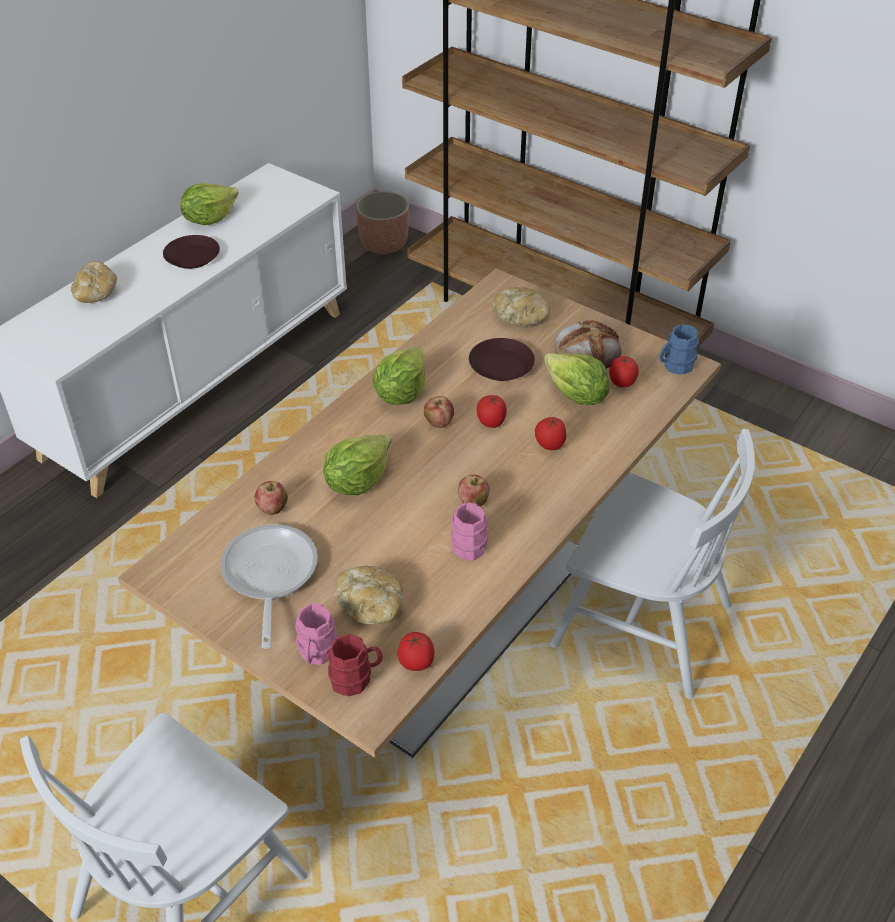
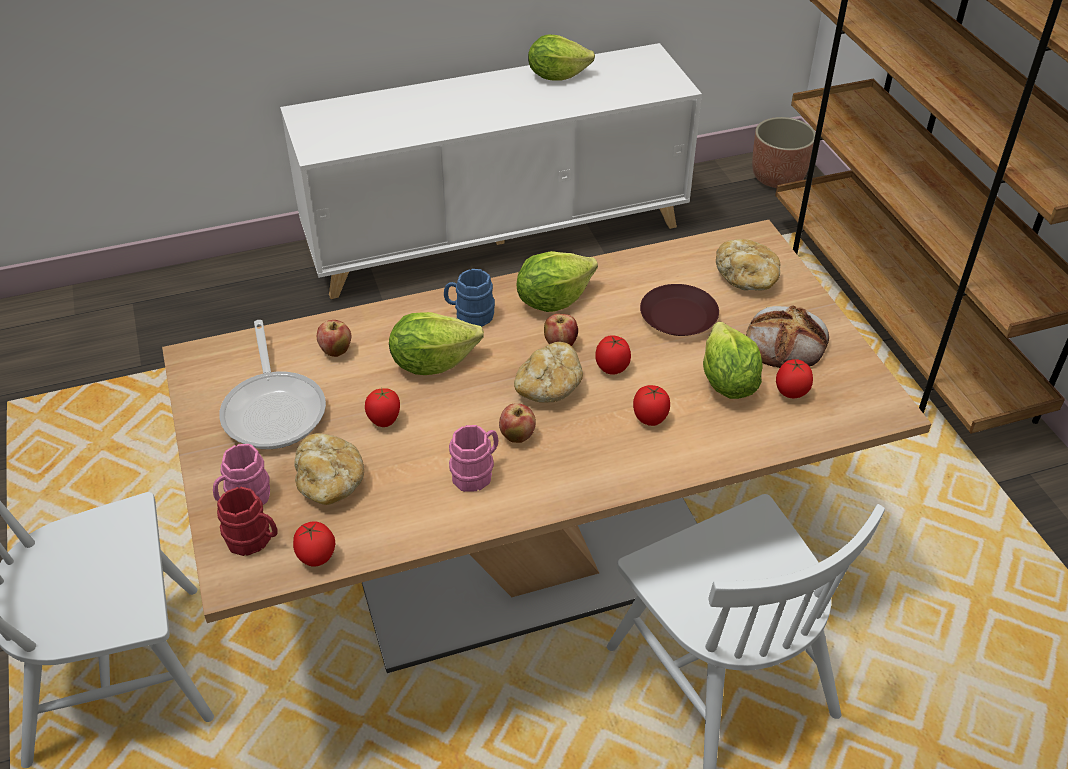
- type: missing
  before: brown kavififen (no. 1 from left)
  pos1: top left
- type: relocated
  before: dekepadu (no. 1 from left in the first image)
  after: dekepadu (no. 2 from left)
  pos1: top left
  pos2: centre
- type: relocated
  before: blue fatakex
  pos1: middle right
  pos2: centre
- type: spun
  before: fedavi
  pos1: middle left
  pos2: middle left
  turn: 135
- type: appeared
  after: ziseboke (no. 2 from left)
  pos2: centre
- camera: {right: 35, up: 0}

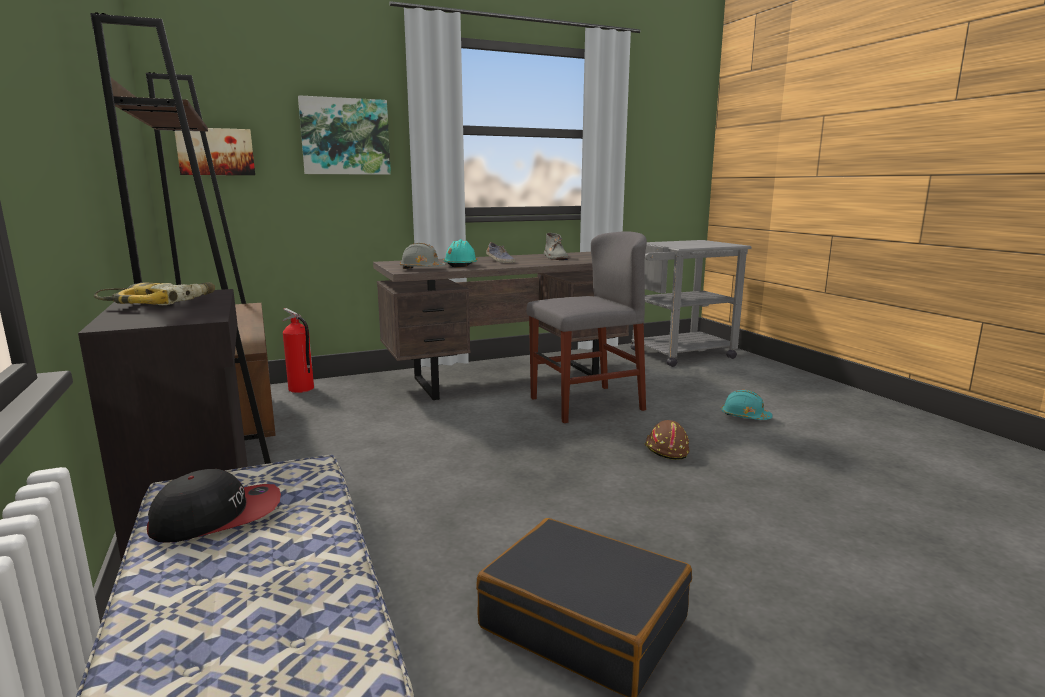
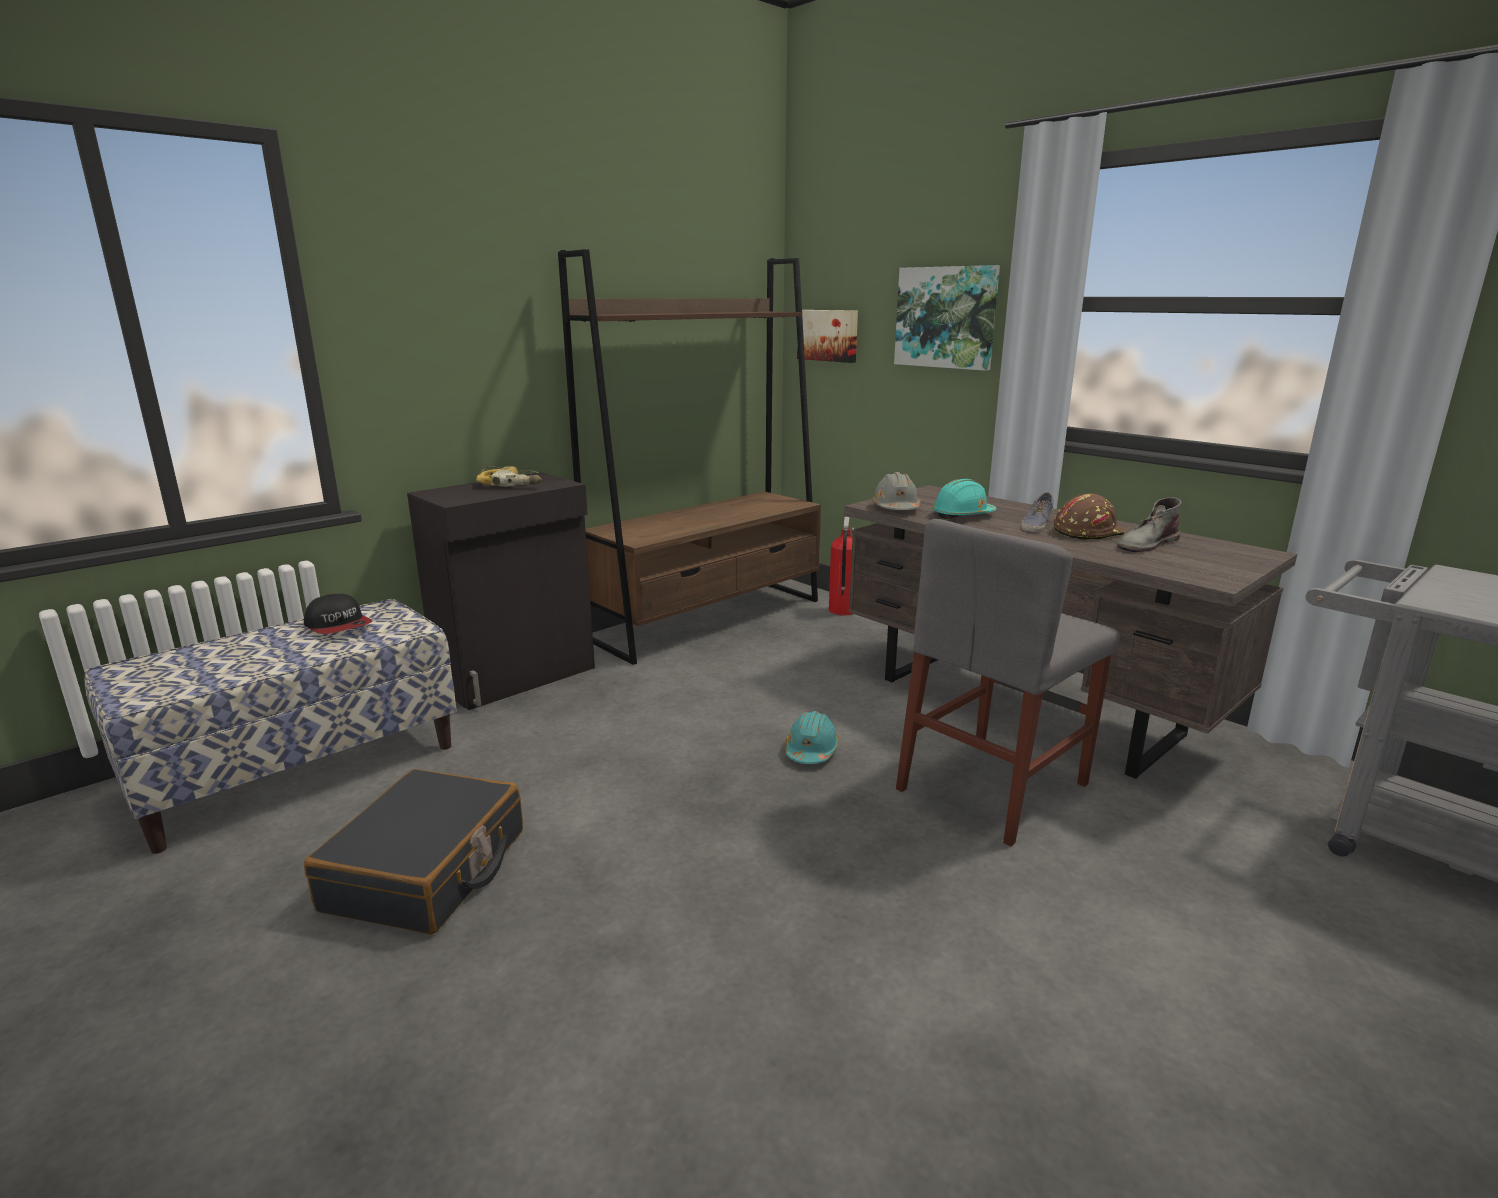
- type: spun
  before: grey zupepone
  pos1: centre
  pos2: middle right
  turn: 90
- type: relocated
  before: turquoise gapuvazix (no. 2 from left in the first image)
  after: turquoise gapuvazix (no. 1 from left)
  pos1: middle right
  pos2: centre
- type: relocated
  before: brown gapuvazix
  pos1: centre
  pos2: middle right
- camera: {right: 70, up: 5}

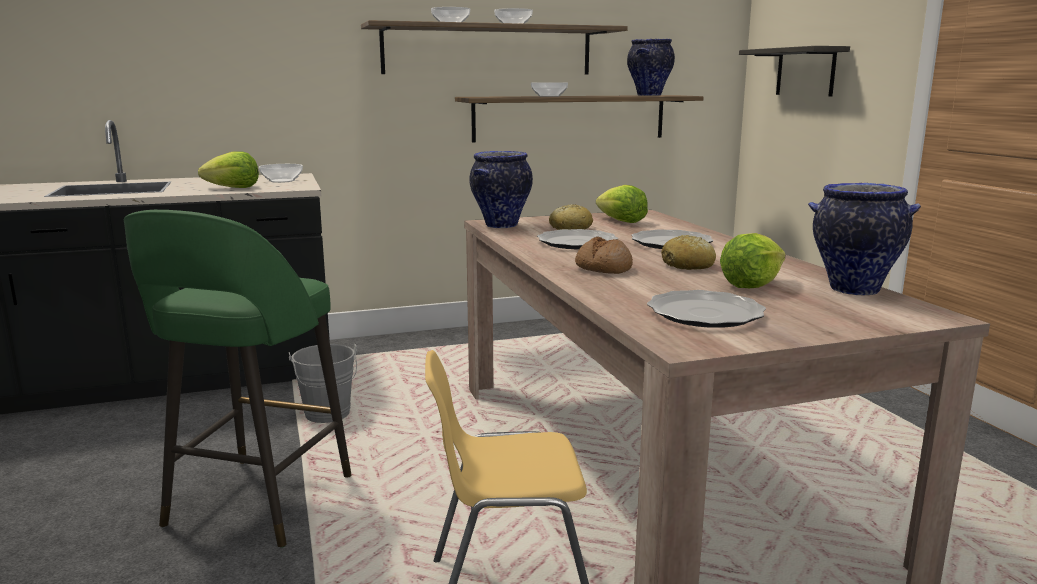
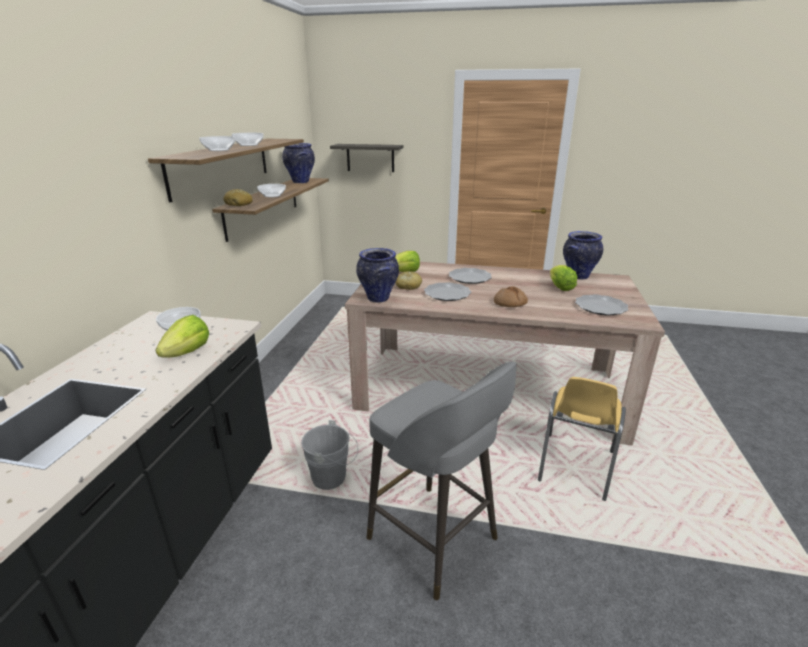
- type: colour
  before: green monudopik
  after: grey monudopik
  pos1: middle left
  pos2: bottom centre
- type: relocated
  before: dekepadu (no. 3 from left in the first image)
  after: dekepadu (no. 1 from left)
  pos1: centre
  pos2: top left
- camera: {right: -60, up: 10}

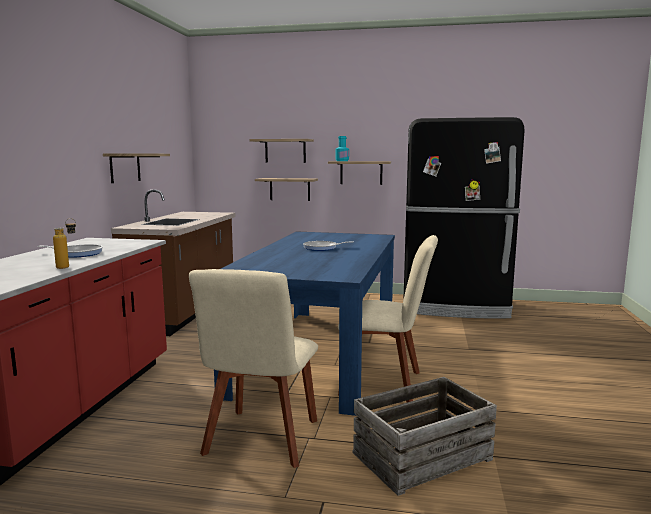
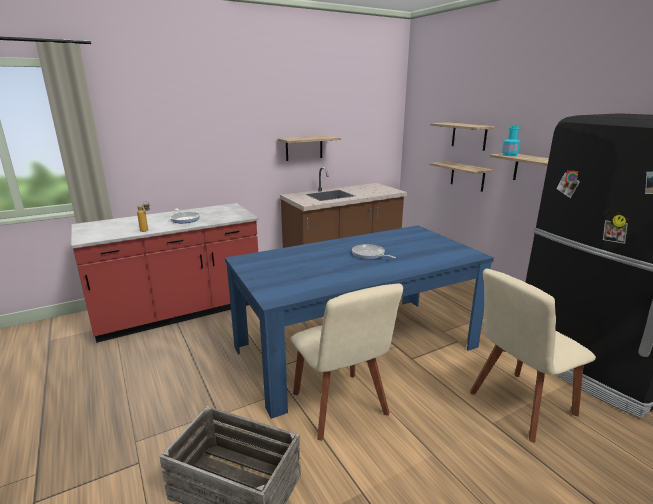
- type: relocated
  before: beige zupepone (no. 1 from left in the first image)
  after: beige zupepone (no. 2 from left)
  pos1: bottom centre
  pos2: bottom right
- camera: {right: 50, up: 10}

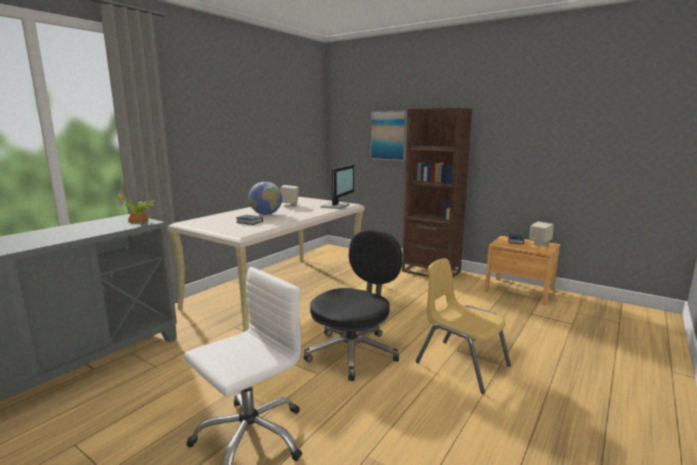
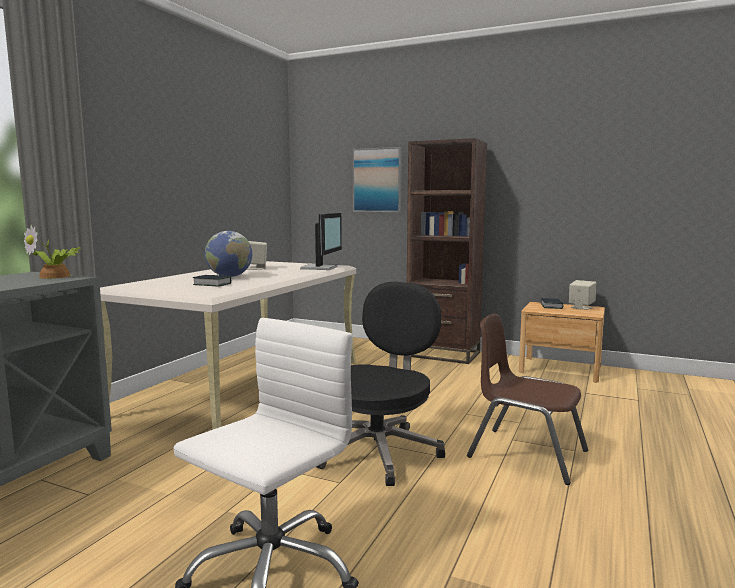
- type: colour
  before: yellow zupepone
  after: brown zupepone
  pos1: bottom centre
  pos2: bottom right
- camera: {right: -10, up: -5}

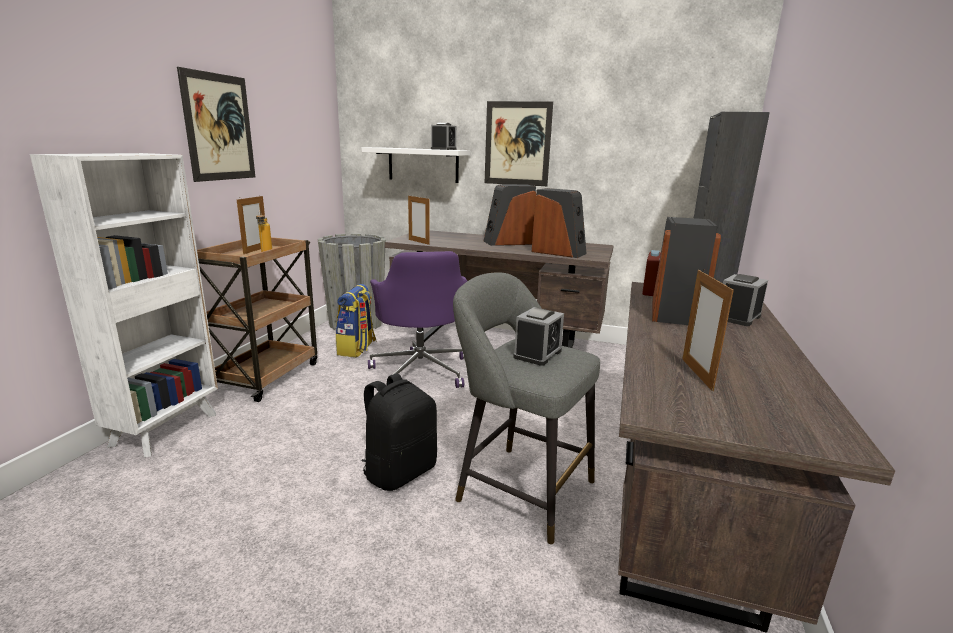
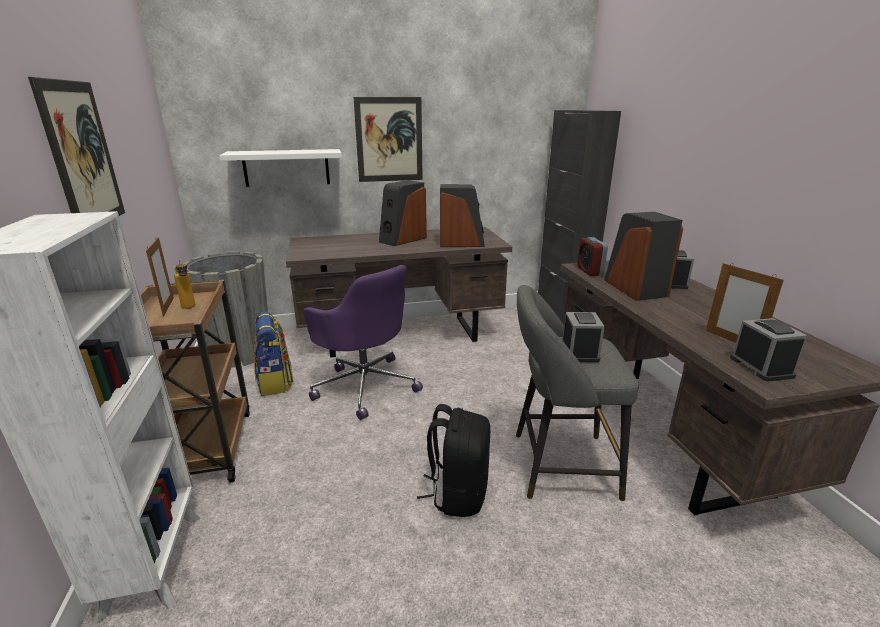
- type: relocated
  before: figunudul (no. 1 from left in the first image)
  after: figunudul (no. 4 from left)
  pos1: top centre
  pos2: middle right
- type: missing
  before: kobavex (no. 2 from left)
  pos1: centre
- camera: {right: -30, up: 5}

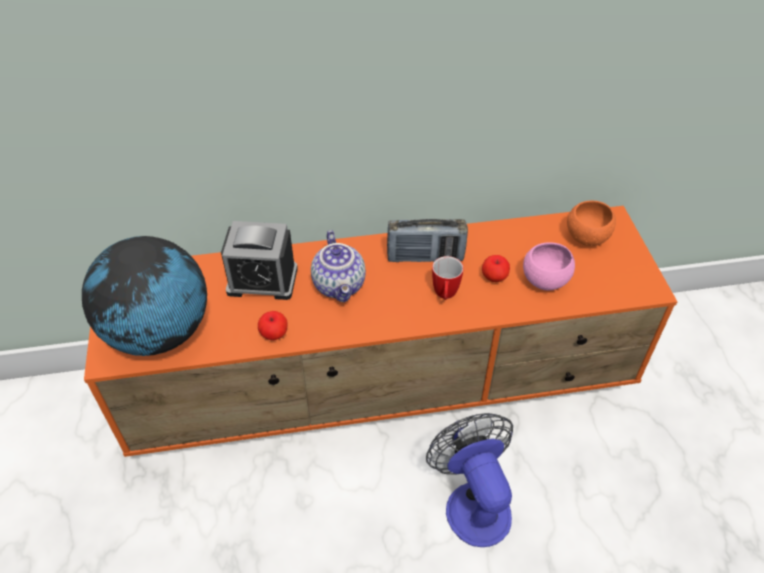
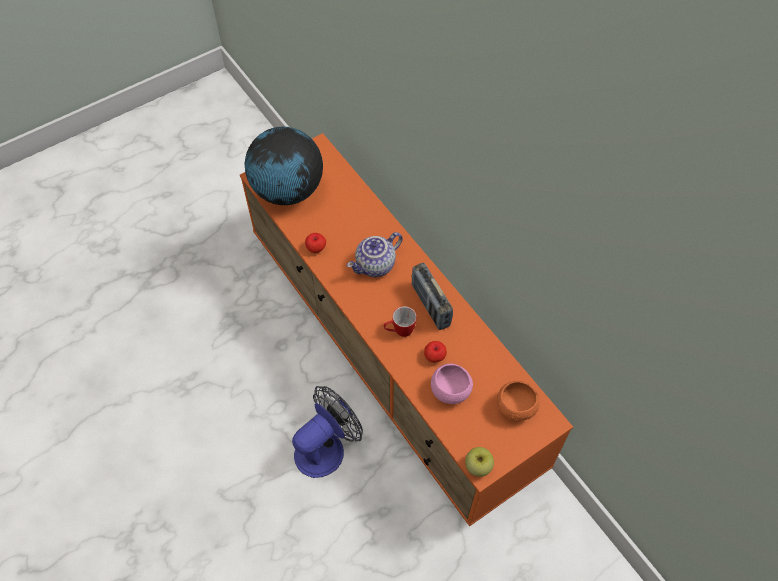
- type: missing
  before: figunudul
  pos1: centre
- type: appeared
  after: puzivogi (no. 3 from left)
  pos2: bottom centre
- camera: {right: 65, up: 10}

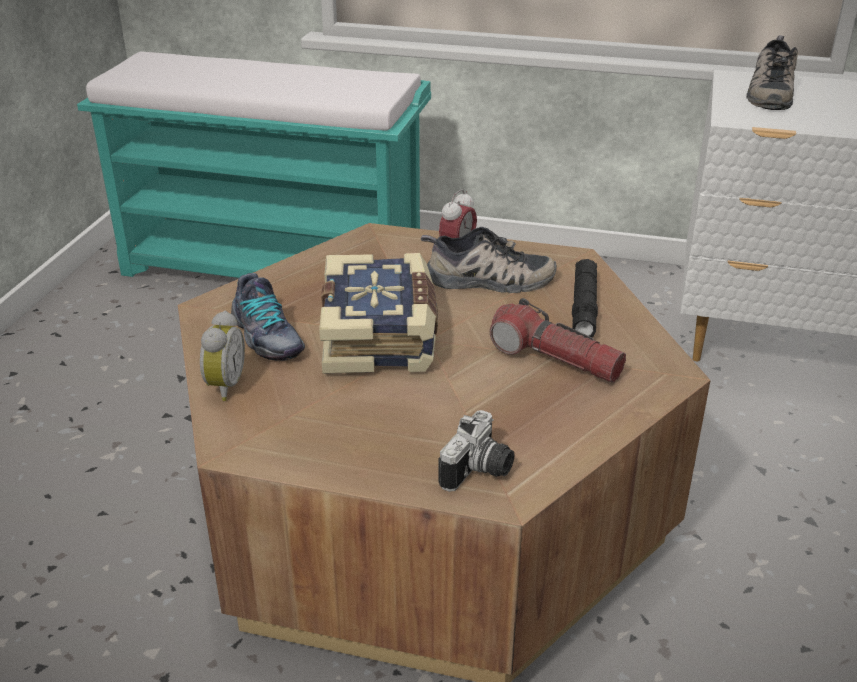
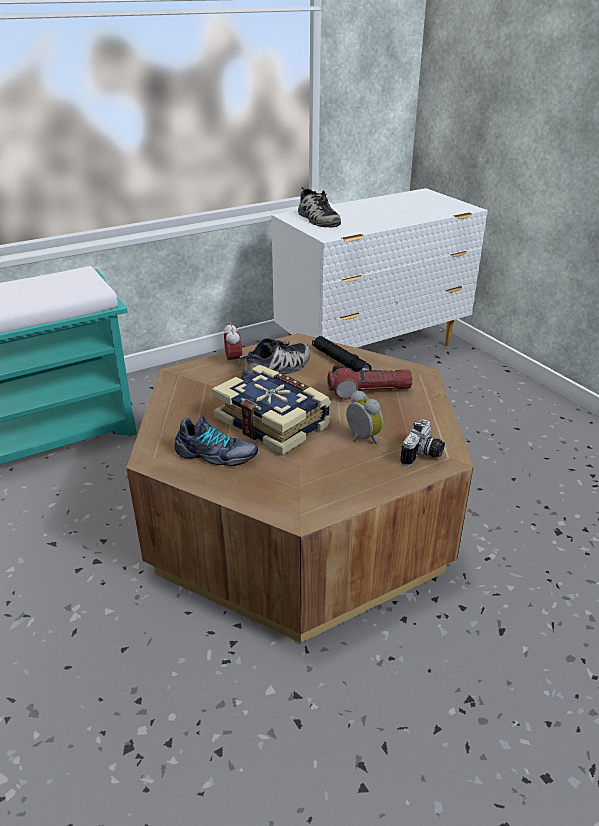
- type: relocated
  before: figunudul (no. 1 from left in the first image)
  after: figunudul (no. 2 from left)
  pos1: middle left
  pos2: centre
- type: spun
  before: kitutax
  pos1: centre
  pos2: middle right
  turn: 45
- camera: {right: -45, up: 0}

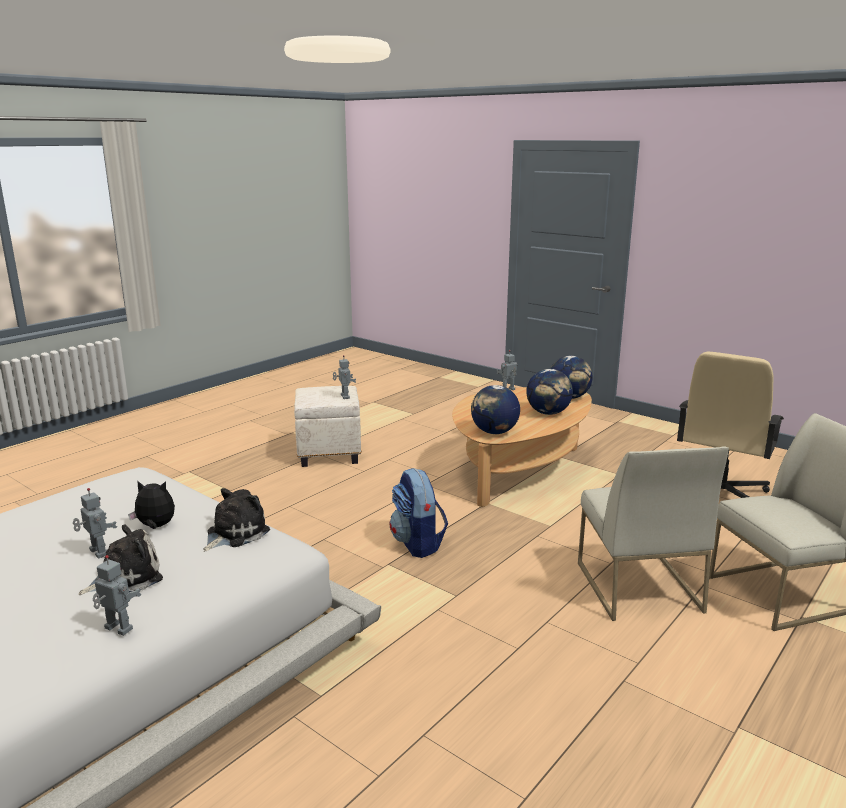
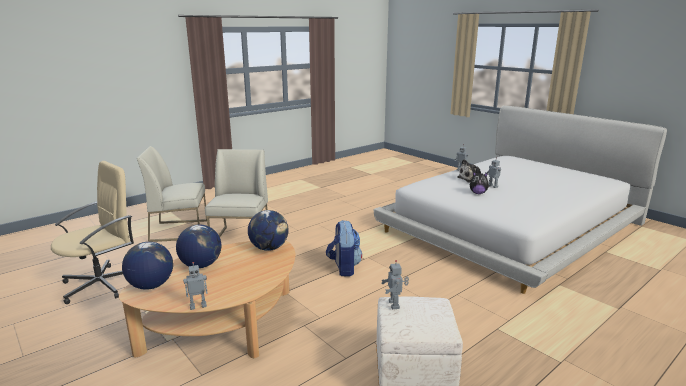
- type: missing
  before: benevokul (no. 3 from left)
  pos1: middle left
- camera: {right: -170, up: 0}

